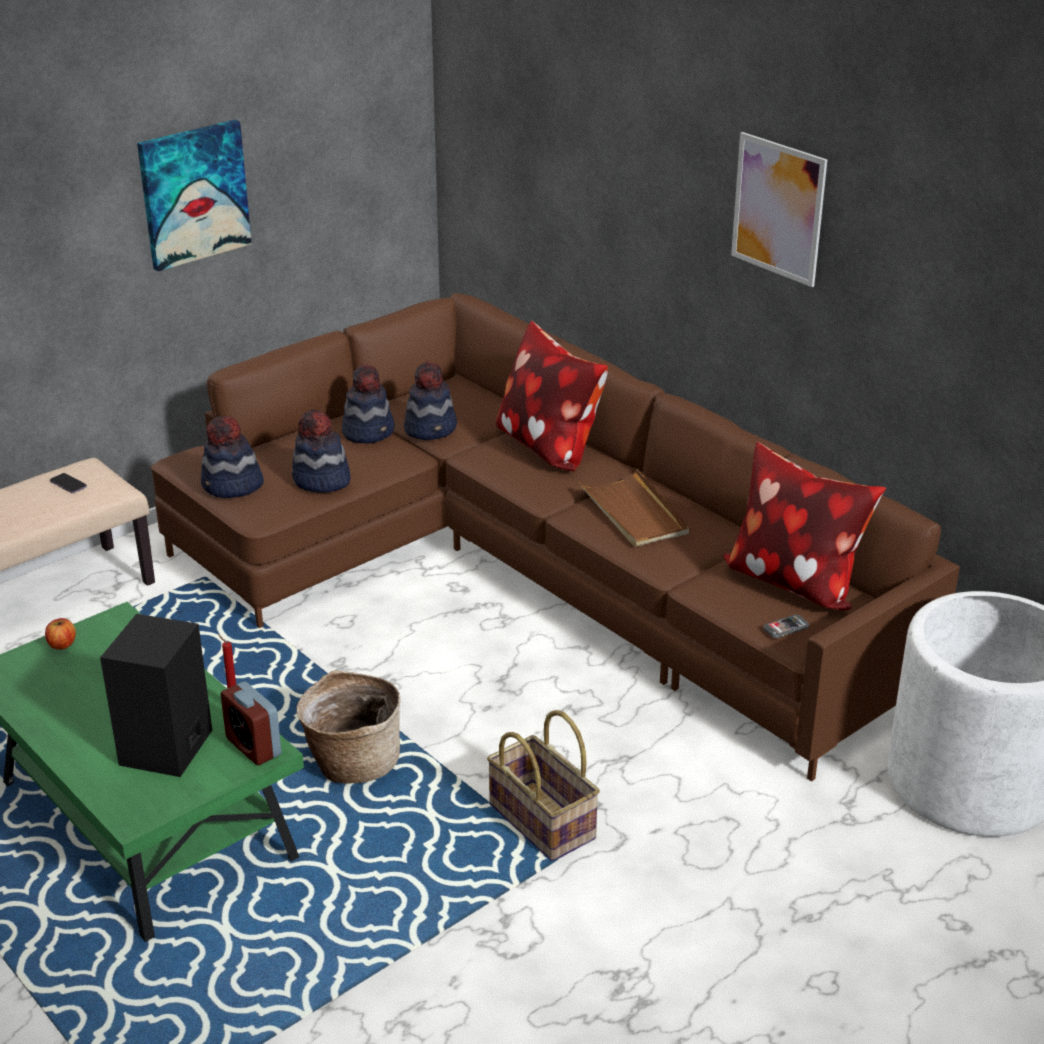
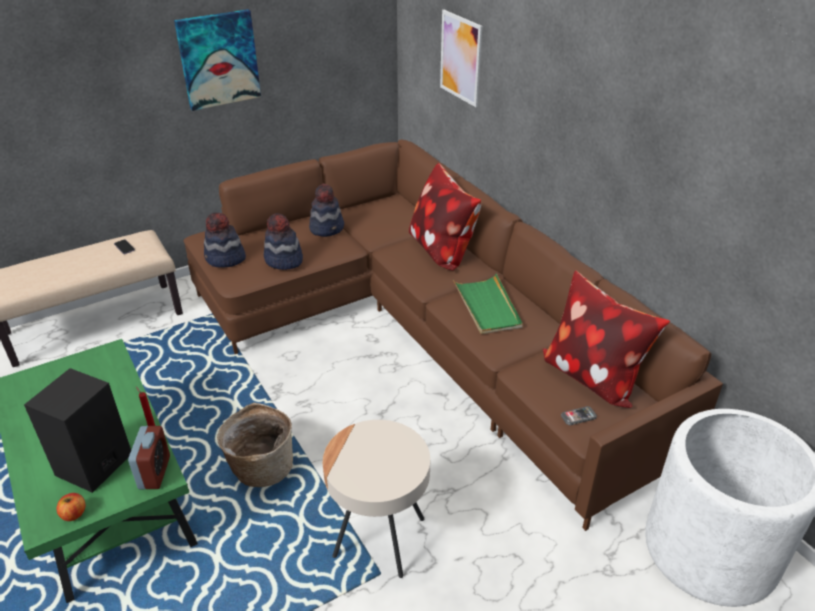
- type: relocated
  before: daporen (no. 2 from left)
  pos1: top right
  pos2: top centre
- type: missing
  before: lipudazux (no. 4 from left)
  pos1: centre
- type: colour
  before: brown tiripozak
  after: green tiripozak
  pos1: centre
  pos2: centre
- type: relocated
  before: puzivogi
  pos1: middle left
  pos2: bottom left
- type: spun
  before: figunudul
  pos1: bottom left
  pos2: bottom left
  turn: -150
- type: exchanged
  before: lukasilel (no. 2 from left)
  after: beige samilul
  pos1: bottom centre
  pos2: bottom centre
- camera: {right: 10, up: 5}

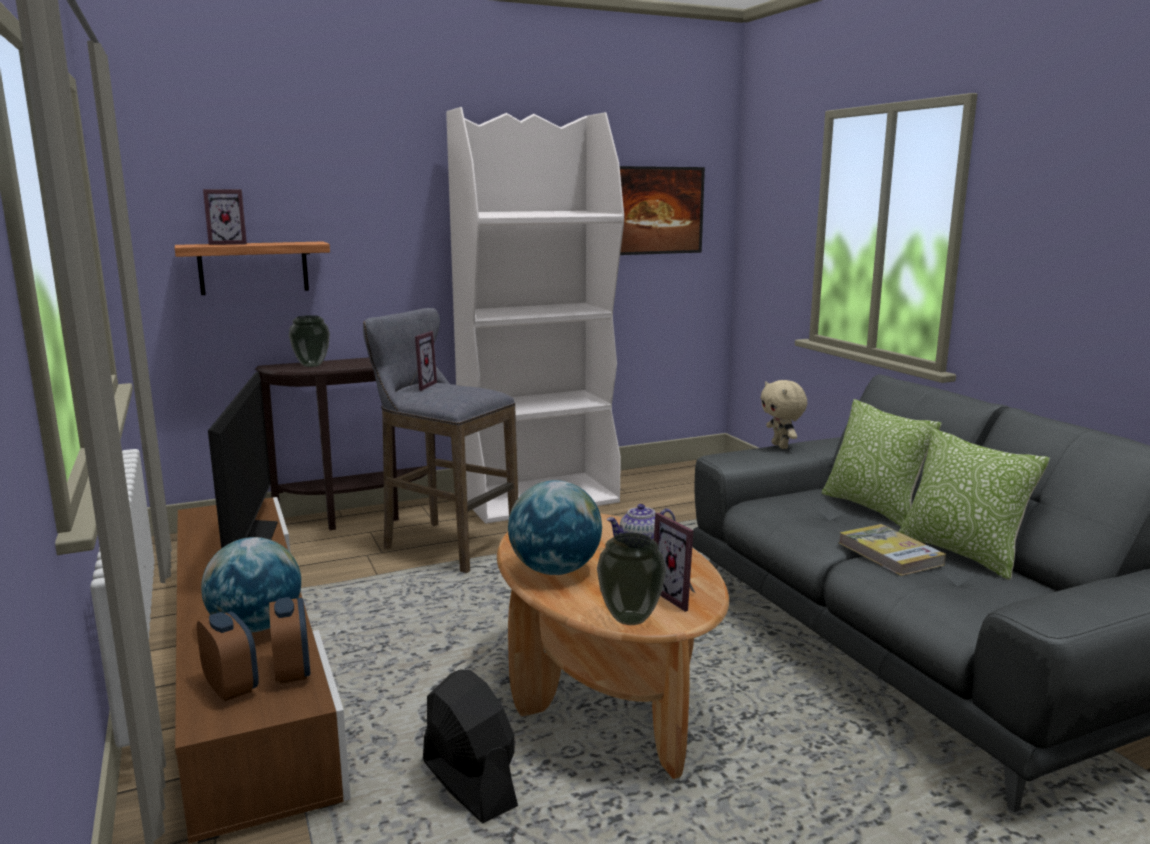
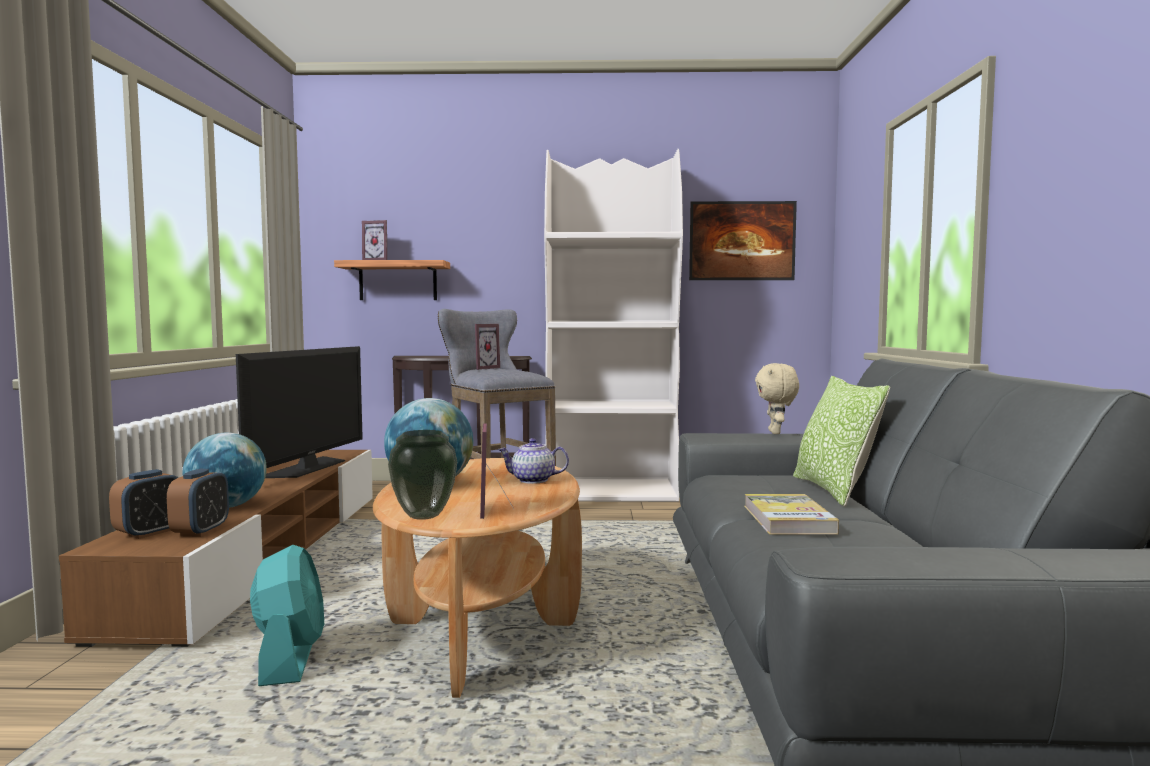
- type: missing
  before: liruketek (no. 1 from left)
  pos1: middle left
- type: missing
  before: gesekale (no. 2 from left)
  pos1: middle right
- type: spun
  before: figunudul (no. 1 from left)
  pos1: bottom left
  pos2: middle left
  turn: 45
- type: colour
  before: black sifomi
  after: turquoise sifomi
  pos1: bottom centre
  pos2: bottom left
- camera: {right: 25, up: -10}

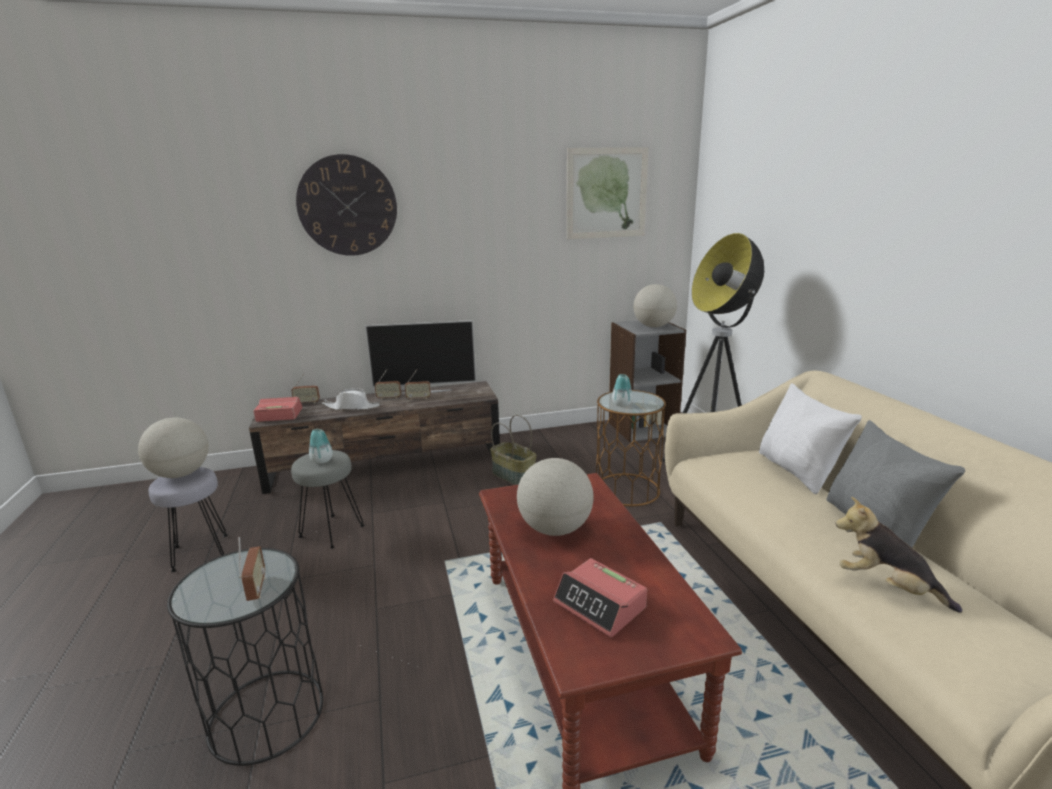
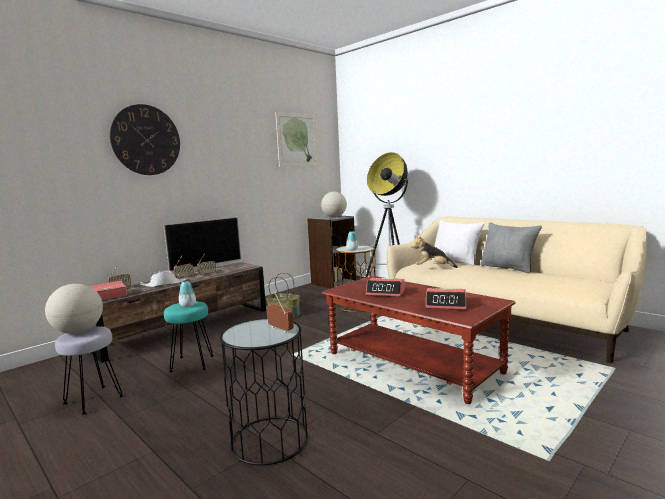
- type: colour
  before: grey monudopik (no. 2 from left)
  after: turquoise monudopik
  pos1: middle left
  pos2: bottom left
- type: exchanged
  before: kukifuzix (no. 2 from left)
  after: figunudul (no. 2 from left)
  pos1: centre
  pos2: centre
- type: relocated
  before: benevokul
  pos1: bottom right
  pos2: centre
- camera: {right: -30, up: -10}

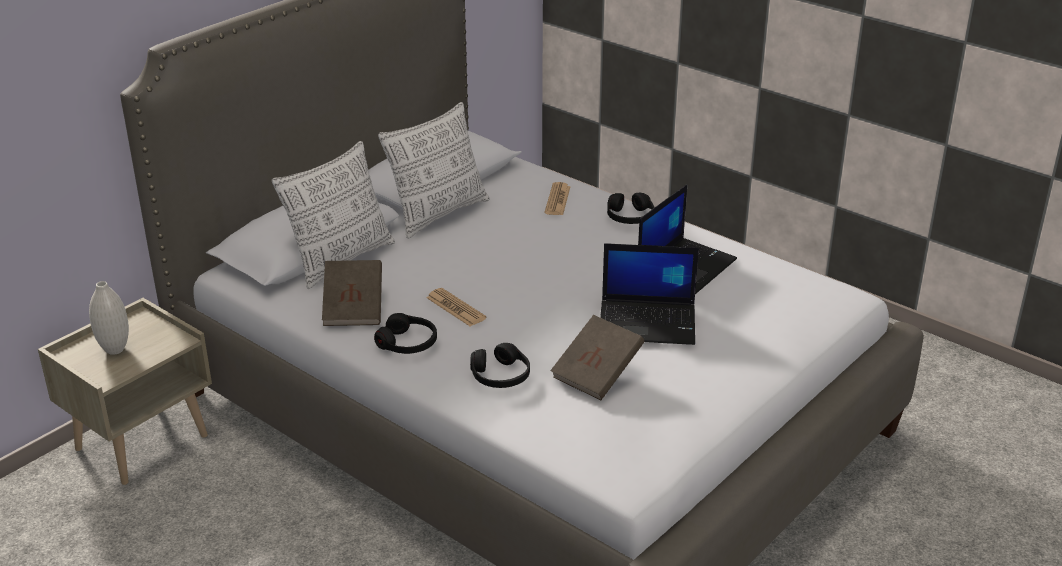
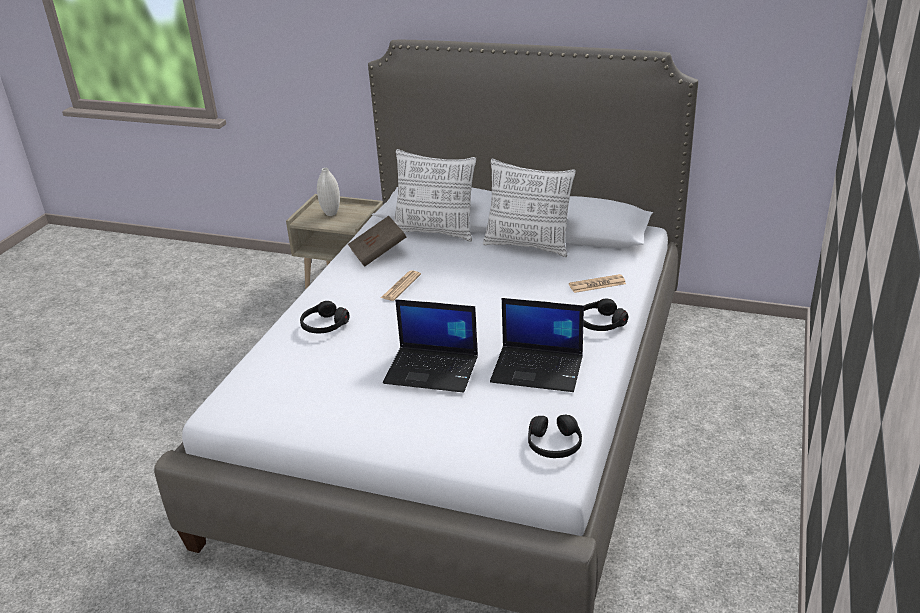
- type: spun
  before: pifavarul (no. 1 from left)
  pos1: centre
  pos2: centre
  turn: -60
- type: relocated
  before: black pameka (no. 1 from left in the first image)
  after: black pameka (no. 2 from left)
  pos1: centre
  pos2: bottom centre
- type: missing
  before: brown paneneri (no. 2 from left)
  pos1: centre
- camera: {right: 70, up: 0}

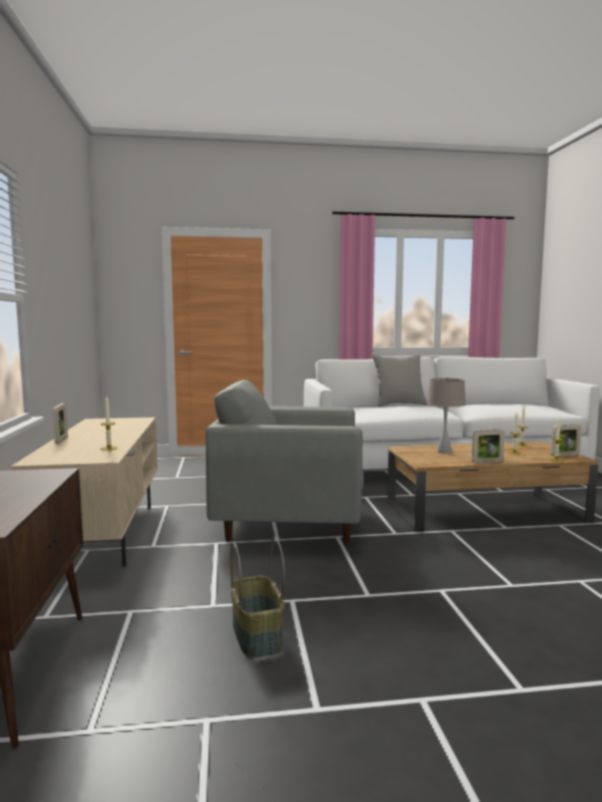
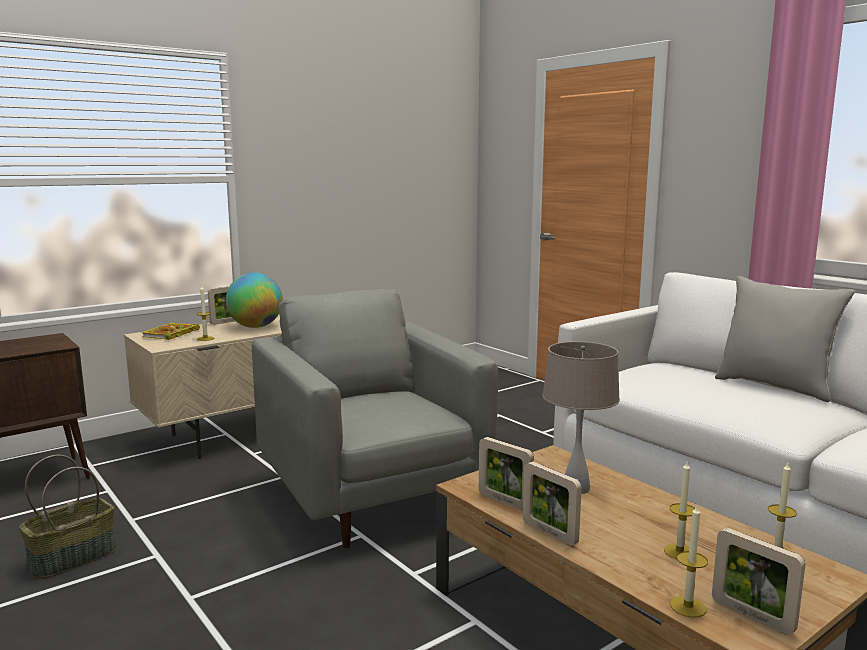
- type: appeared
  after: kukifuzix
  pos2: middle left
- type: appeared
  after: paneneri
  pos2: middle left
- type: appeared
  after: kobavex (no. 2 from left)
  pos2: bottom centre
- camera: {right: 60, up: 5}

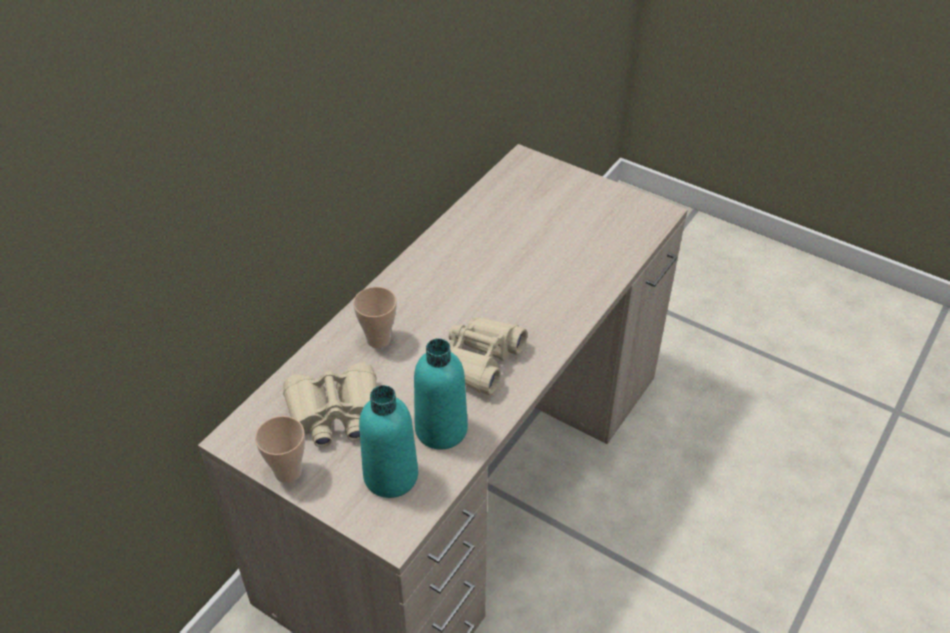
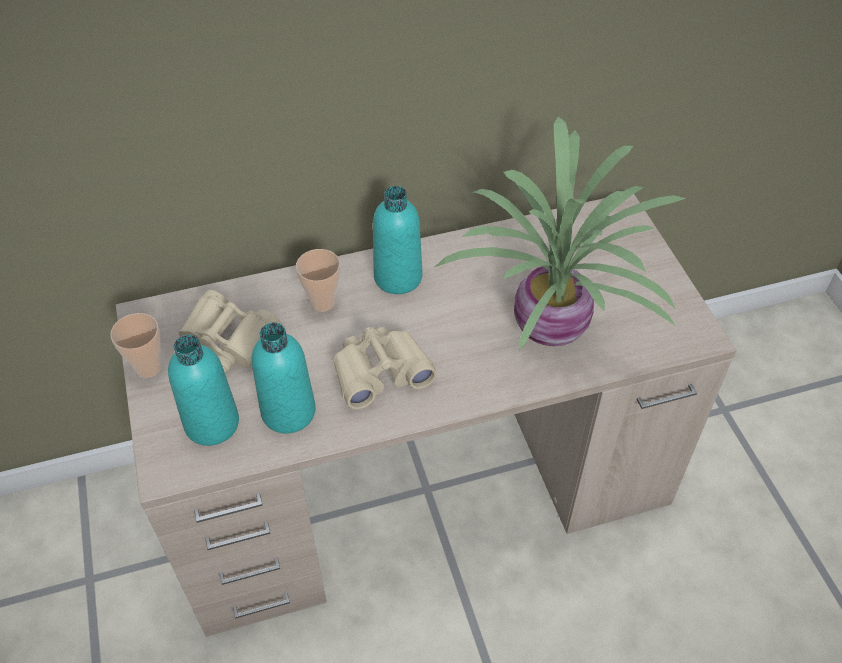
- type: appeared
  after: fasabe
  pos2: centre
- type: appeared
  after: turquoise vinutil (no. 3 from left)
  pos2: centre
- camera: {right: 40, up: 5}

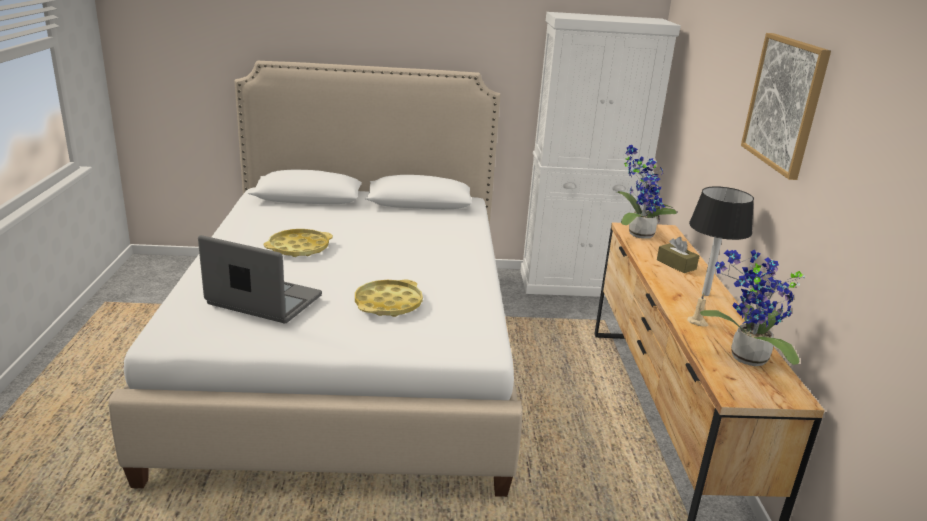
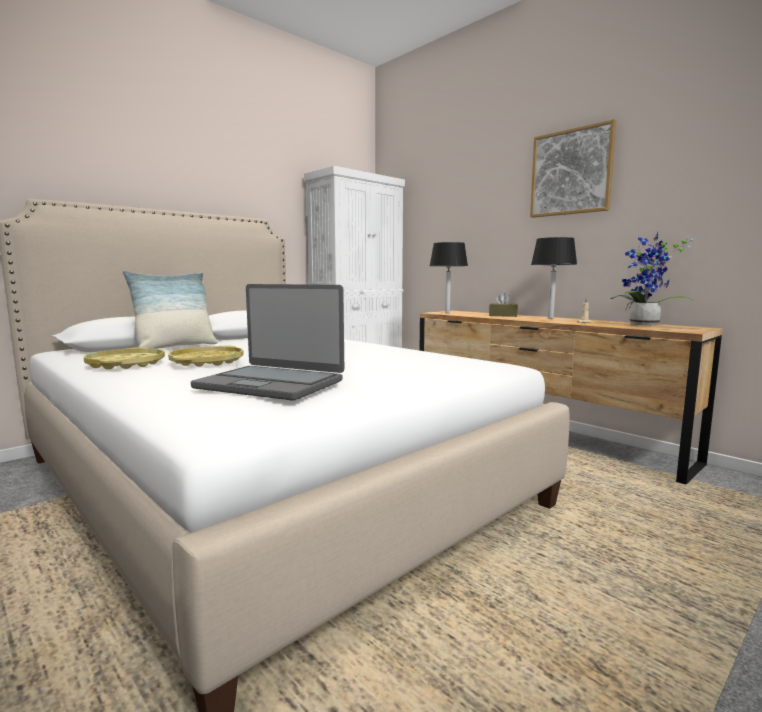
- type: exchanged
  before: fasabe (no. 1 from left)
  after: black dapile (no. 1 from left)
  pos1: middle right
  pos2: centre
- type: spun
  before: pifavarul
  pos1: middle left
  pos2: centre
  turn: -135
- type: relocated
  before: yellow tiripozak (no. 2 from left in the first image)
  after: yellow tiripozak (no. 1 from left)
  pos1: centre
  pos2: middle left
- type: appeared
  after: gesekale
  pos2: middle left
- camera: {right: -40, up: -15}

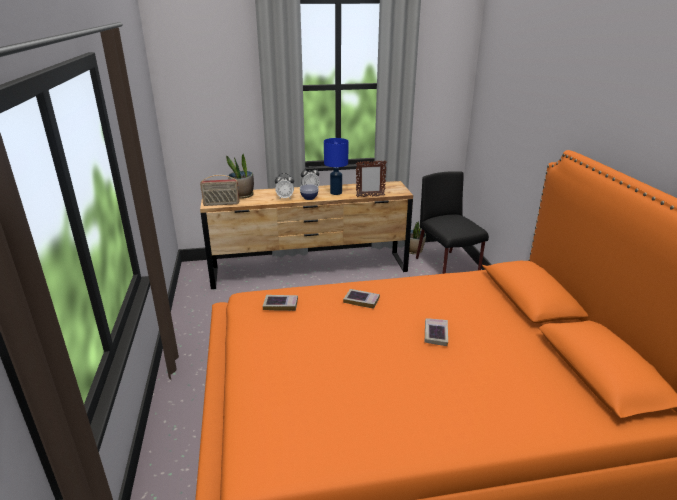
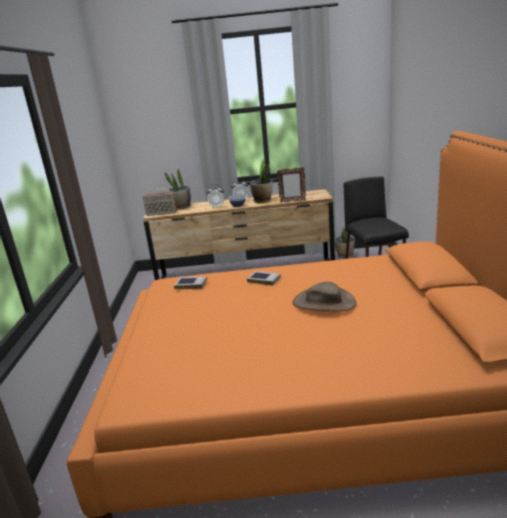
- type: exchanged
  before: blue dapile
  after: fasabe (no. 2 from left)
  pos1: top centre
  pos2: centre
- type: exchanged
  before: paneneri (no. 3 from left)
  after: brown lipudazux
  pos1: centre
  pos2: centre
- camera: {right: 10, up: -5}

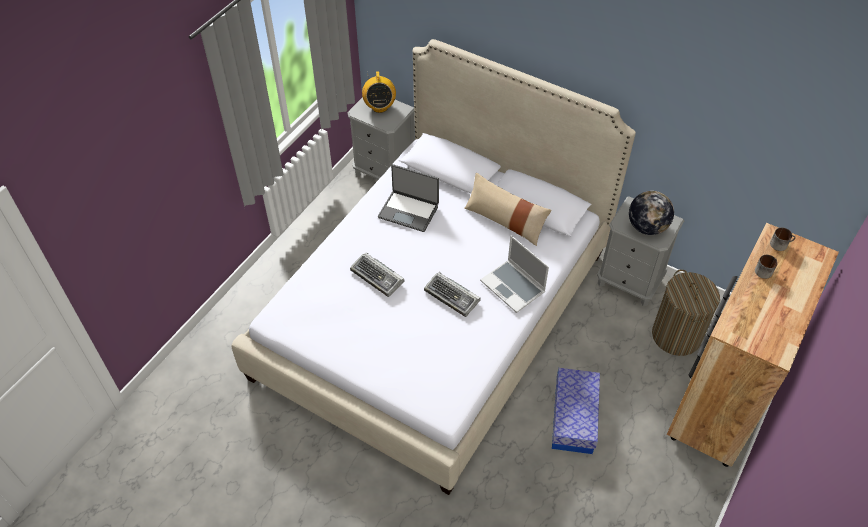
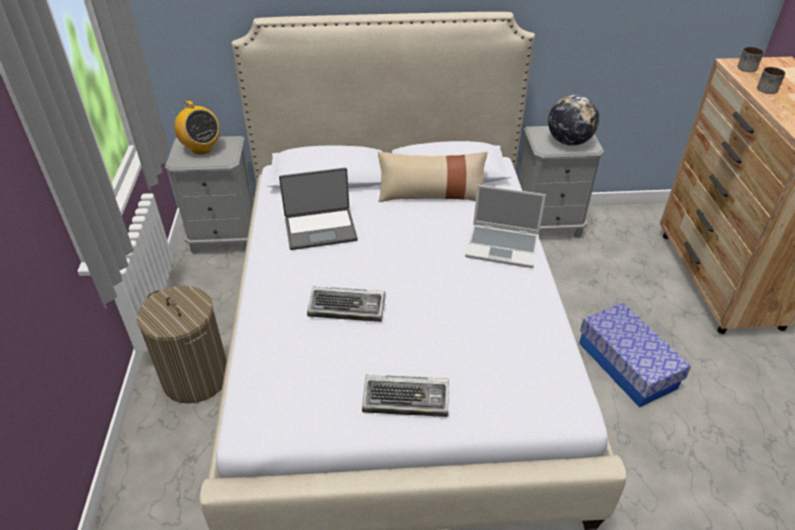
- type: relocated
  before: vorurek
  pos1: middle right
  pos2: middle left
- type: relocated
  before: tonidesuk (no. 2 from left)
  pos1: centre
  pos2: bottom centre
- camera: {right: -35, up: -10}

